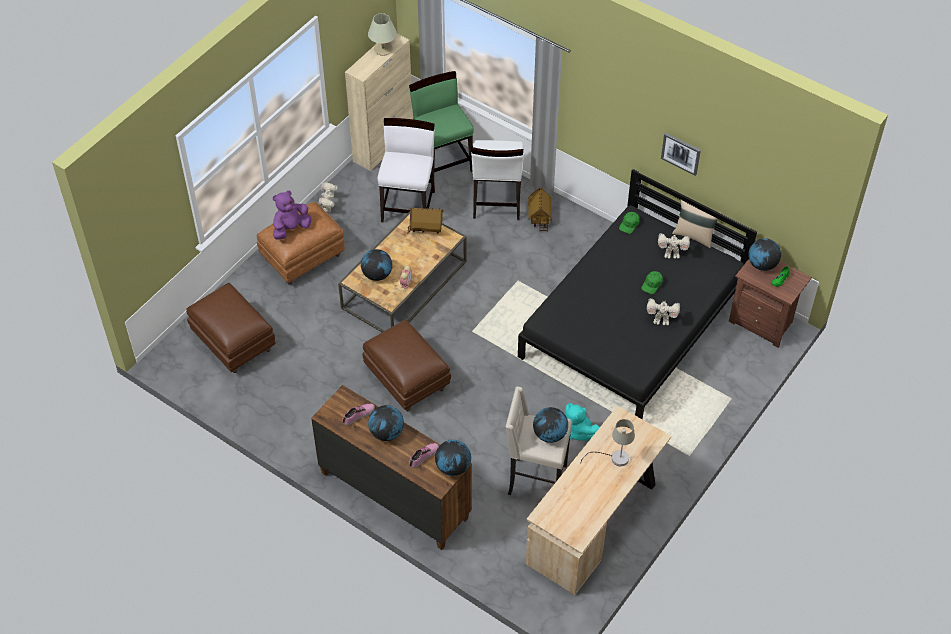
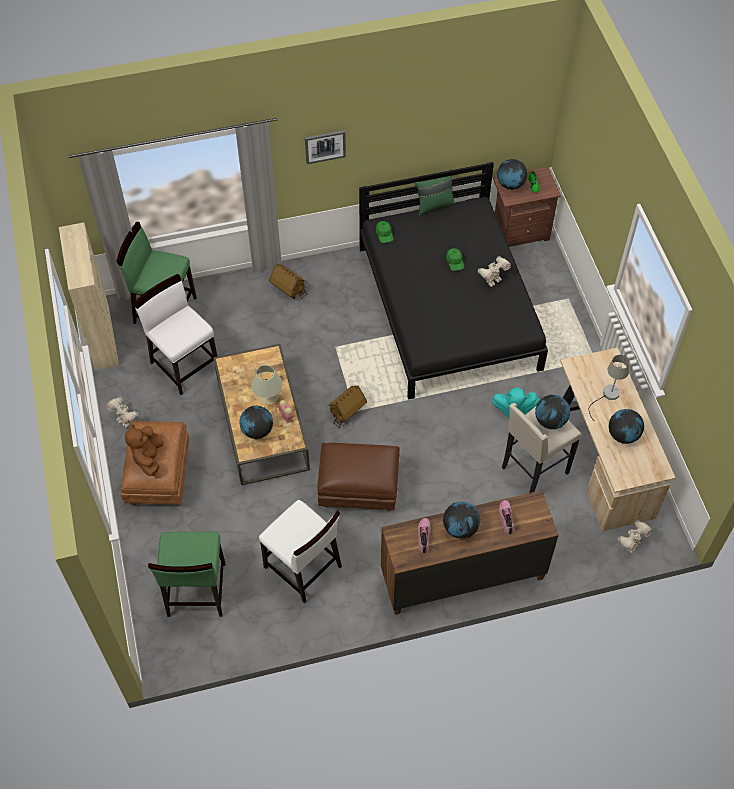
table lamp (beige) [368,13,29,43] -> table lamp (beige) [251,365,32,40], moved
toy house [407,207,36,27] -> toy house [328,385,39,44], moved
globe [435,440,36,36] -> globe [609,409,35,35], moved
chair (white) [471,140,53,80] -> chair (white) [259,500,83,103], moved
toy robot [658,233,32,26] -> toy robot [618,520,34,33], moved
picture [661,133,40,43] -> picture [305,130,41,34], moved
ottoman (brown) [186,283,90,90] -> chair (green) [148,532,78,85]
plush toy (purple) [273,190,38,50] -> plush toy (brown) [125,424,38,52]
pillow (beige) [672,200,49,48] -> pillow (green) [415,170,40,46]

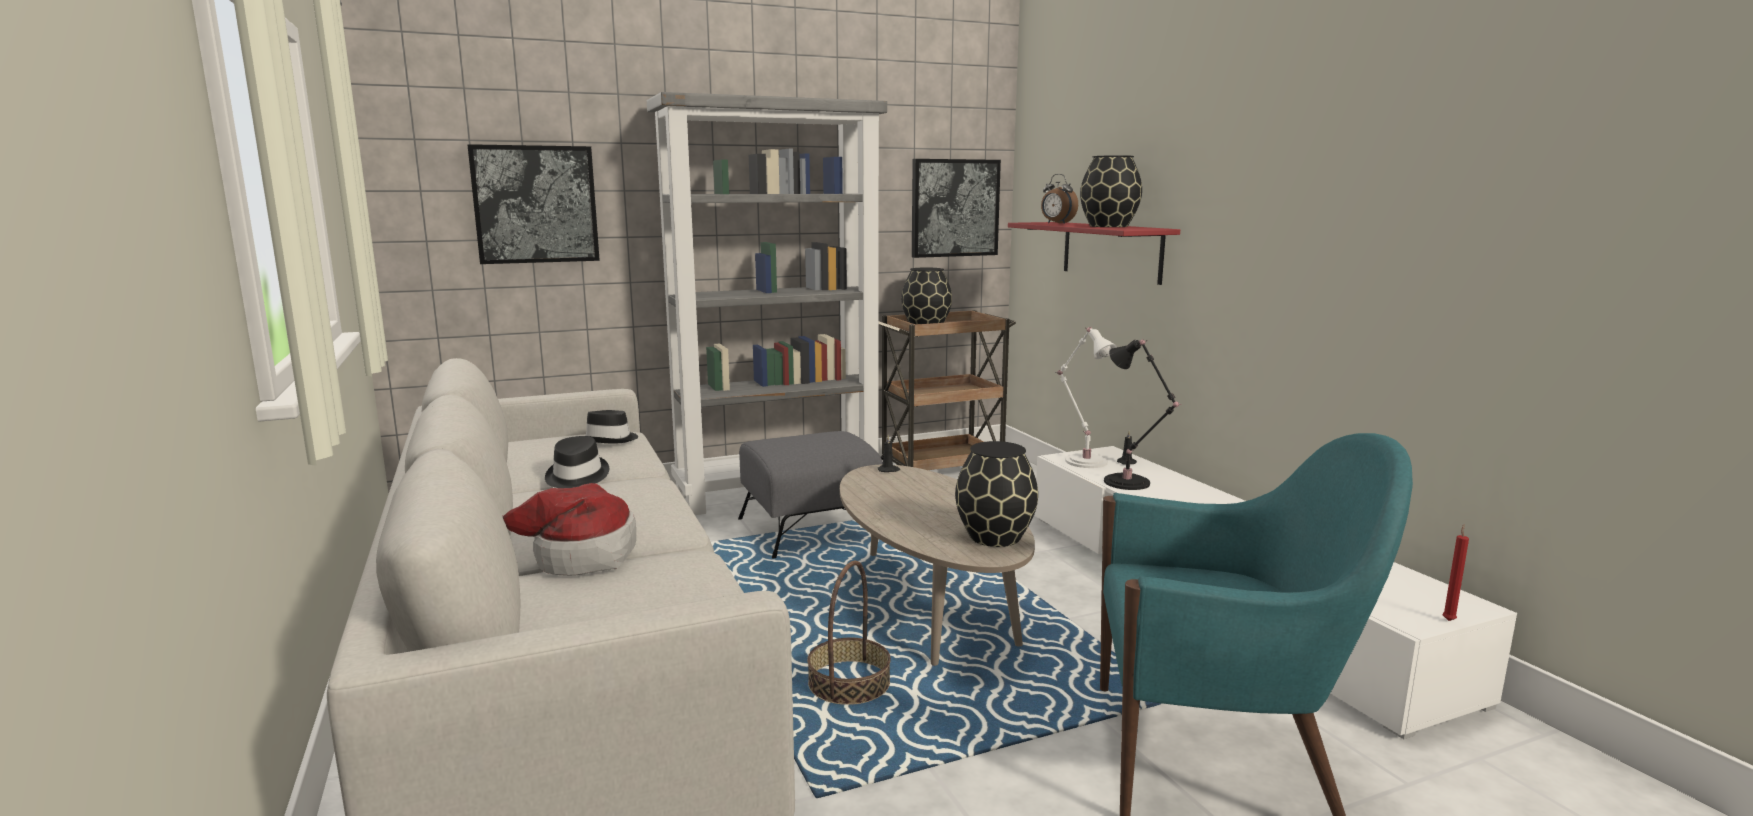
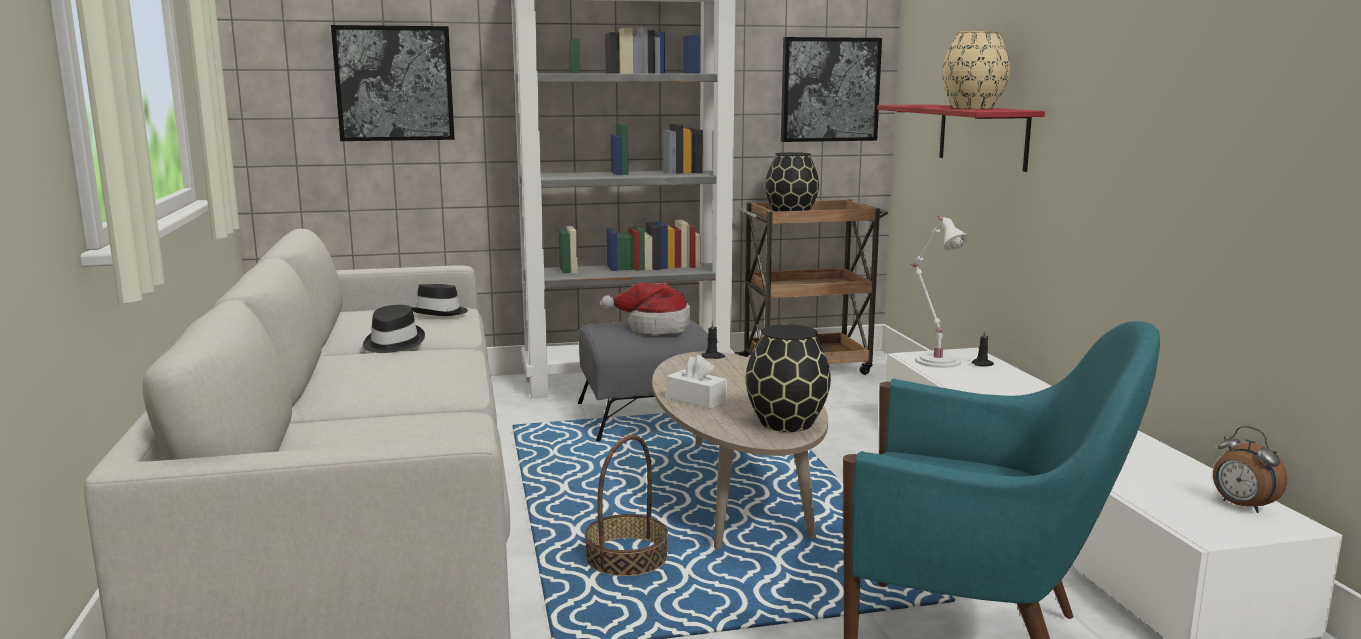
table lamp (black) [1104,340,78,150] -> none
candle (red) [1442,524,27,97] -> none
none -> tissue box (white) [667,355,60,54]
hat [501,483,135,93] -> hat [601,283,89,52], moved
alarm clock [1041,174,37,50] -> alarm clock [1213,426,74,87], moved
vase (black) [1080,155,62,72] -> vase (beige) [942,31,68,78]

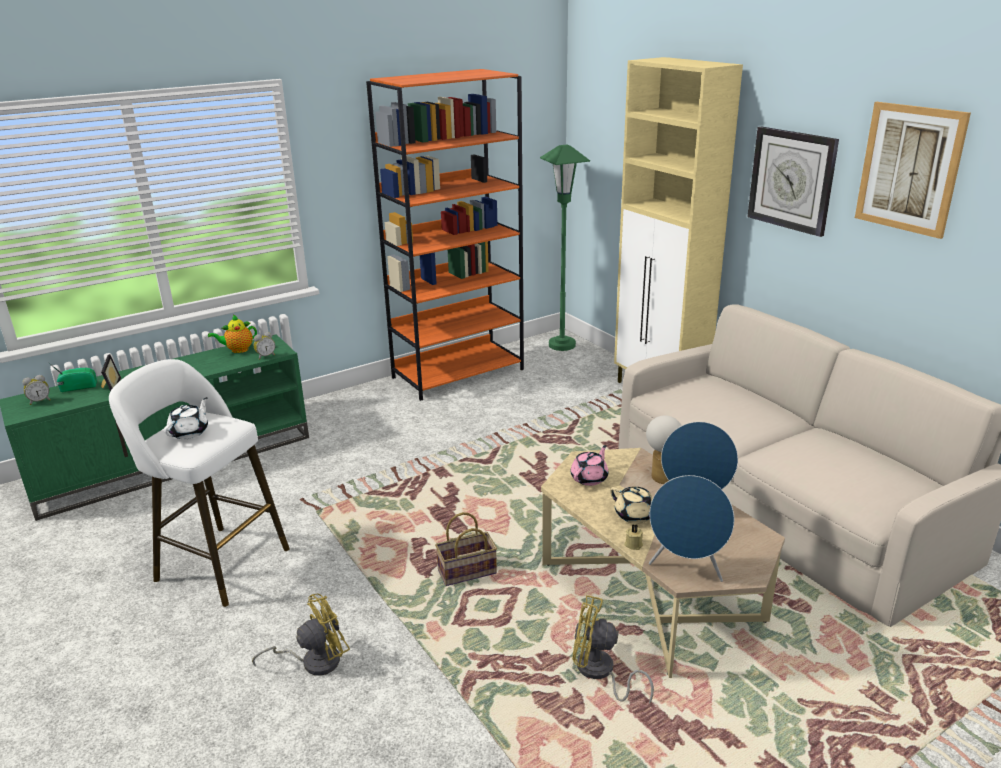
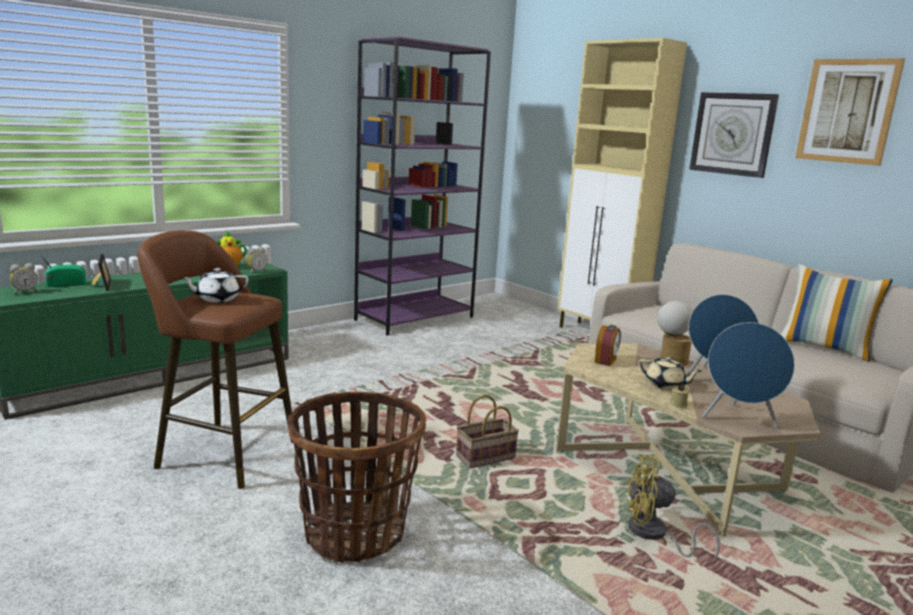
floor lamp (green) [540,145,50,206] -> none
none -> pillow [781,264,112,98]
fan (yellow) [252,594,98,82] -> basket [288,391,138,172]
teapot (pink) [570,445,38,41] -> alarm clock [595,325,26,41]
stool (white) [109,359,181,248] -> stool (brown) [137,230,156,259]
bookcase (orange) [366,69,158,332] -> bookcase (purple) [354,37,137,298]
teapot (white) [164,397,44,42] -> teapot (white) [180,268,69,34], 135 degrees counterclockwise

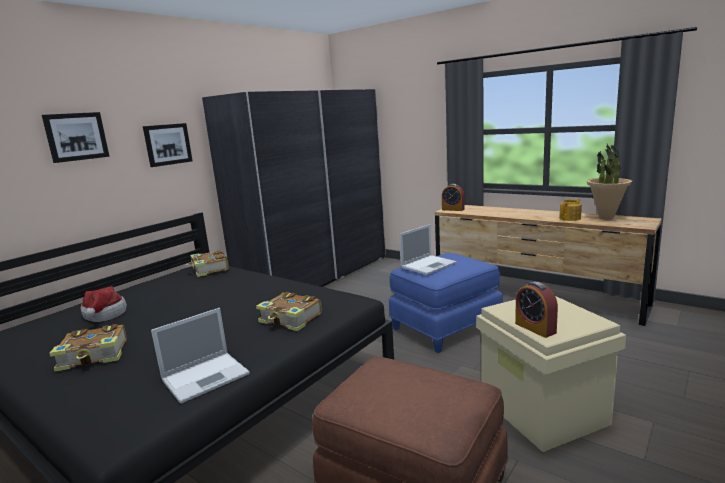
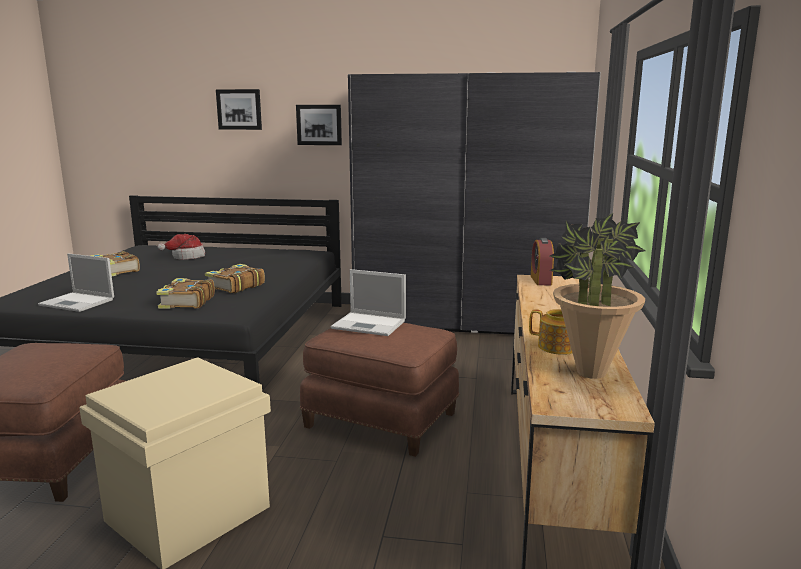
alarm clock [515,282,43,56] -> none
book [186,250,43,27] -> book [205,264,60,30], moved
ottoman (blue) [389,253,114,100] -> ottoman (brown) [300,323,159,134]

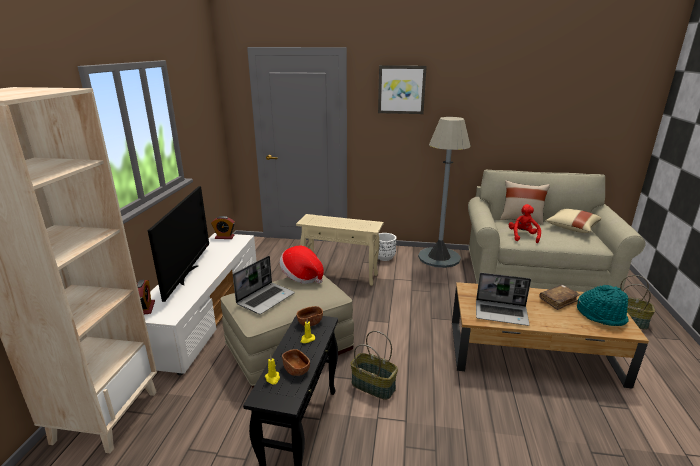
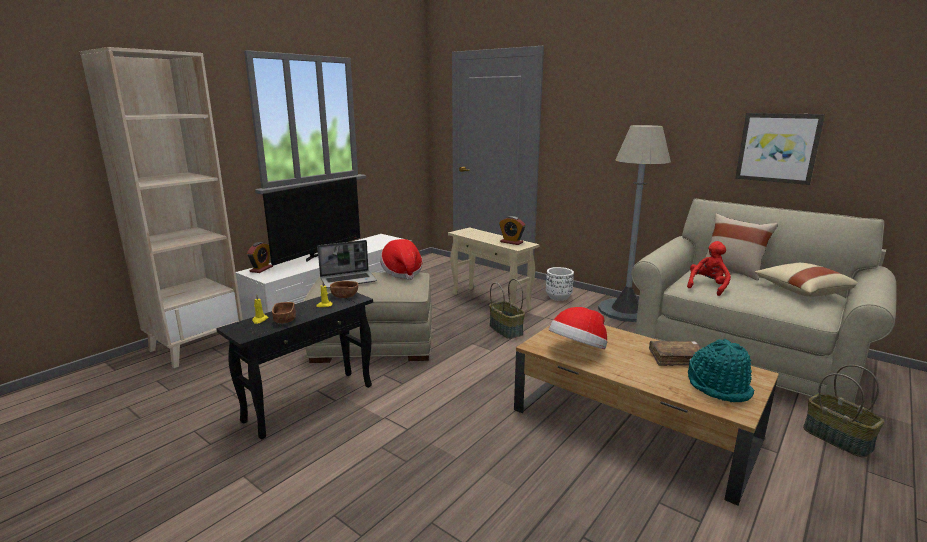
alarm clock [211,216,24,23] -> alarm clock [499,216,27,29], moved
basket [350,331,48,69] -> basket [489,279,36,60], moved
picture [378,65,49,49] -> picture [735,113,90,72], moved
laptop [476,273,55,53] -> hat [549,307,58,42]

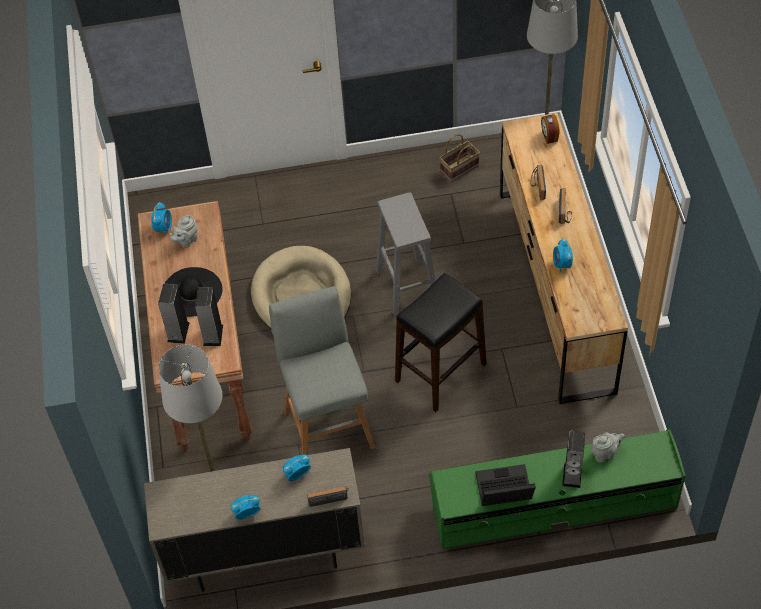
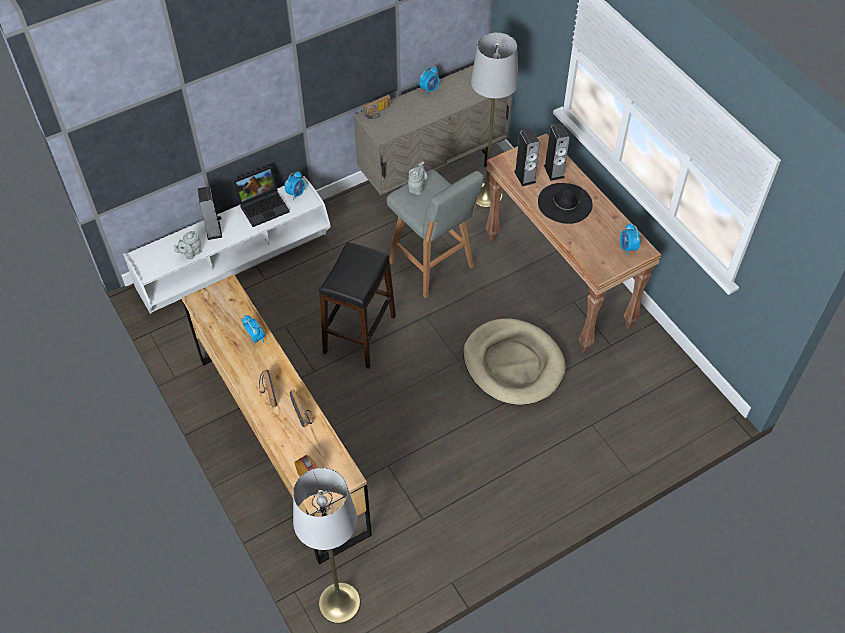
stool (grey) [376,192,59,124] -> none
basket [439,134,41,48] -> none
teapot (grey) [169,215,28,33] -> teapot (grey) [408,162,20,33], moved
alarm clock [282,454,29,27] -> alarm clock [285,171,20,29], moved
tv stand (green) [429,429,257,120] -> tv stand (white) [123,176,207,138]

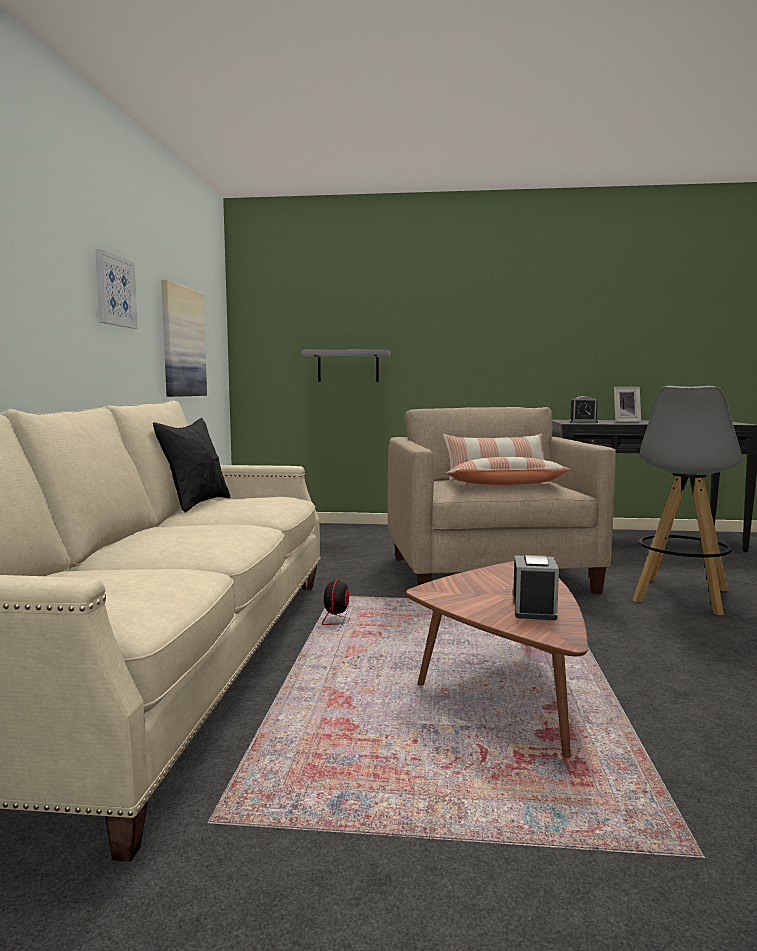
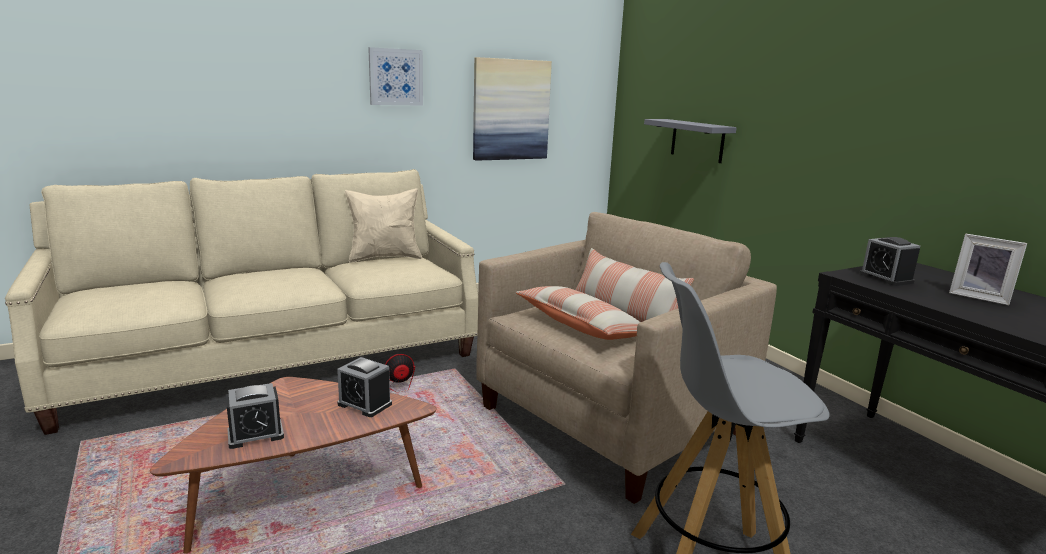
none -> alarm clock [337,357,55,60]
pillow (black) [153,418,77,95] -> pillow (beige) [345,188,77,75]

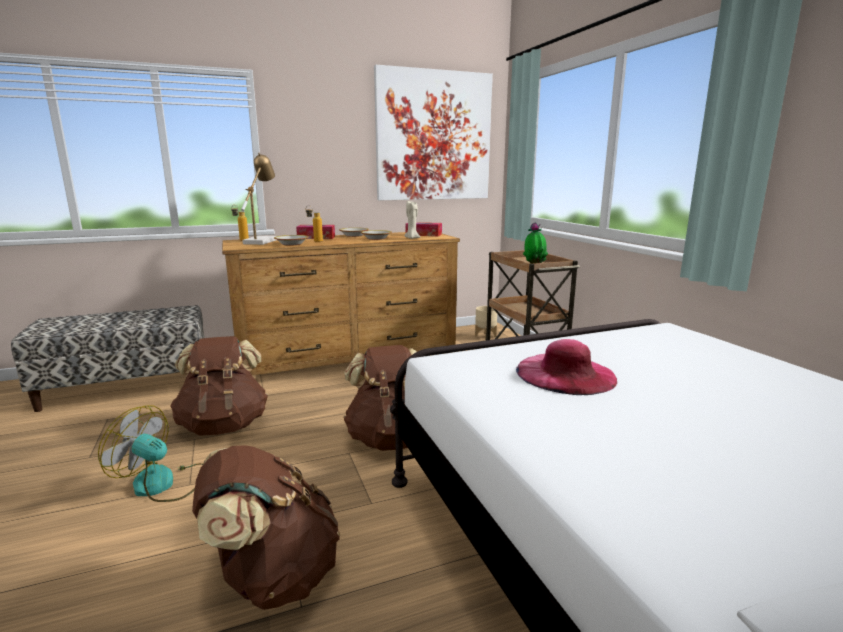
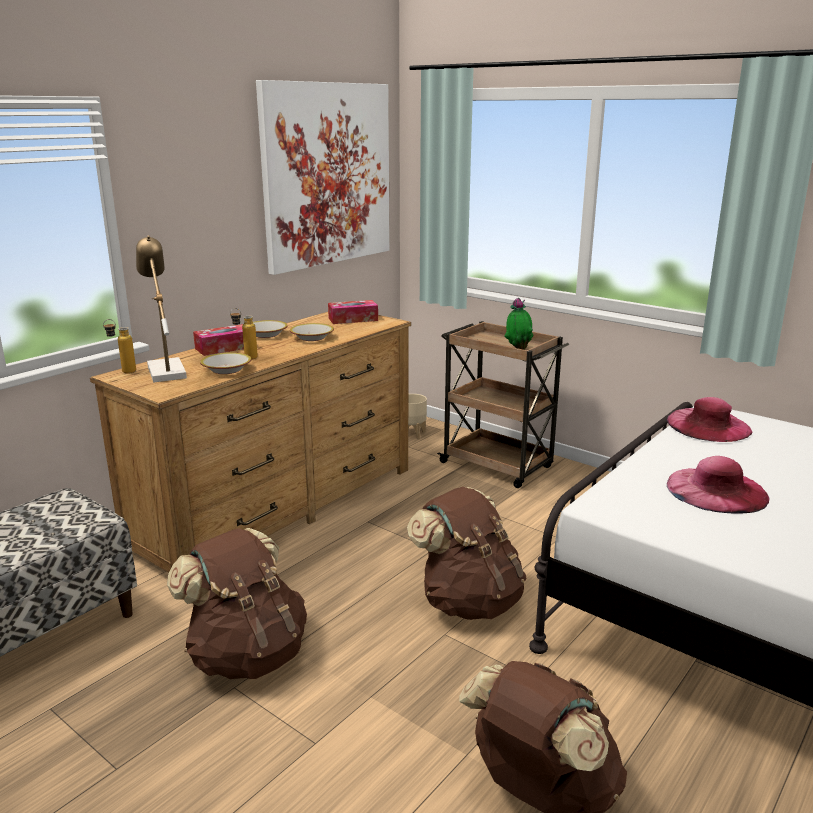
fan [98,405,105,97] -> none
candle (beige) [404,201,16,38] -> none
none -> hat (pink) [667,397,85,45]

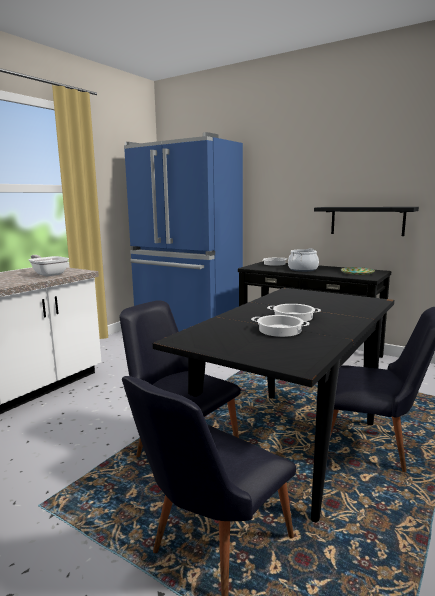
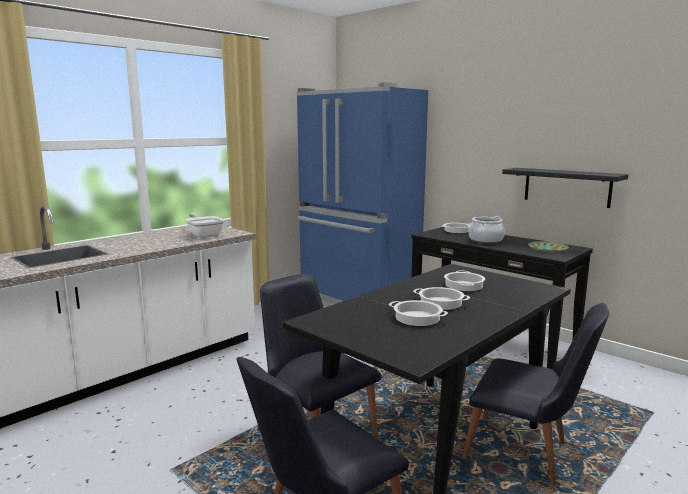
none -> cooking pot [444,271,41,20]

